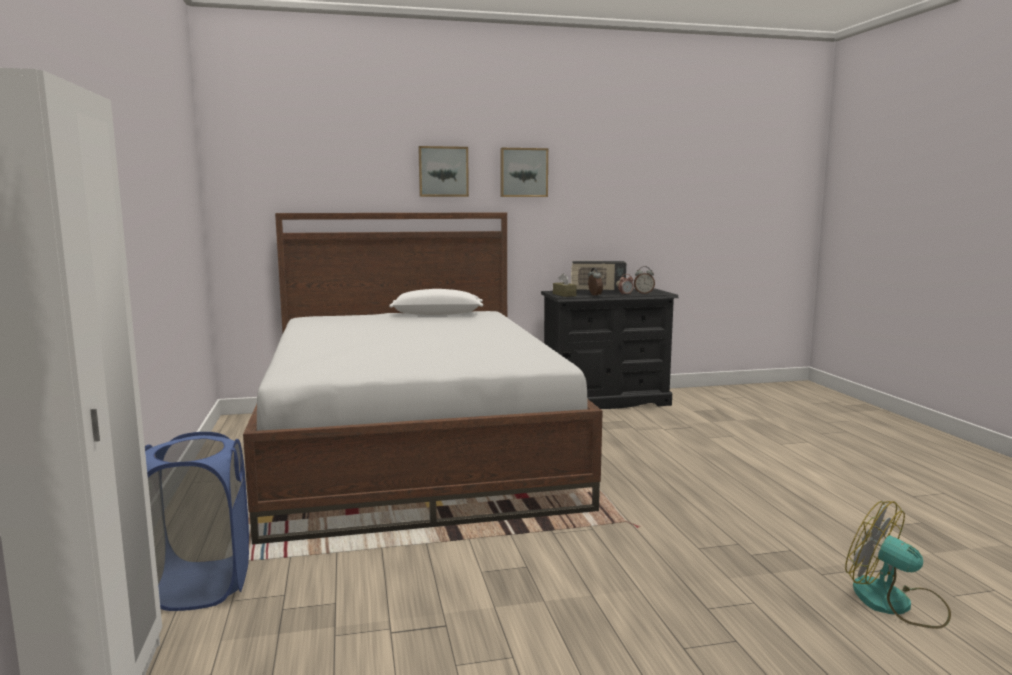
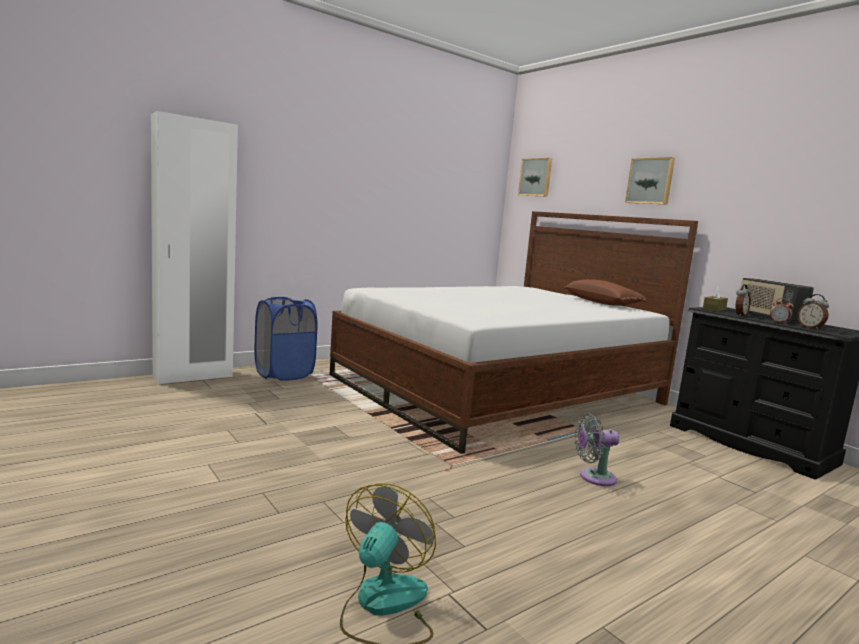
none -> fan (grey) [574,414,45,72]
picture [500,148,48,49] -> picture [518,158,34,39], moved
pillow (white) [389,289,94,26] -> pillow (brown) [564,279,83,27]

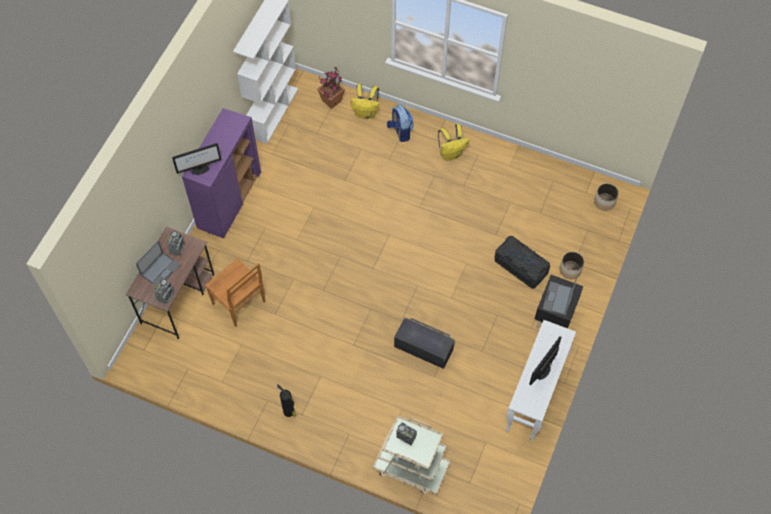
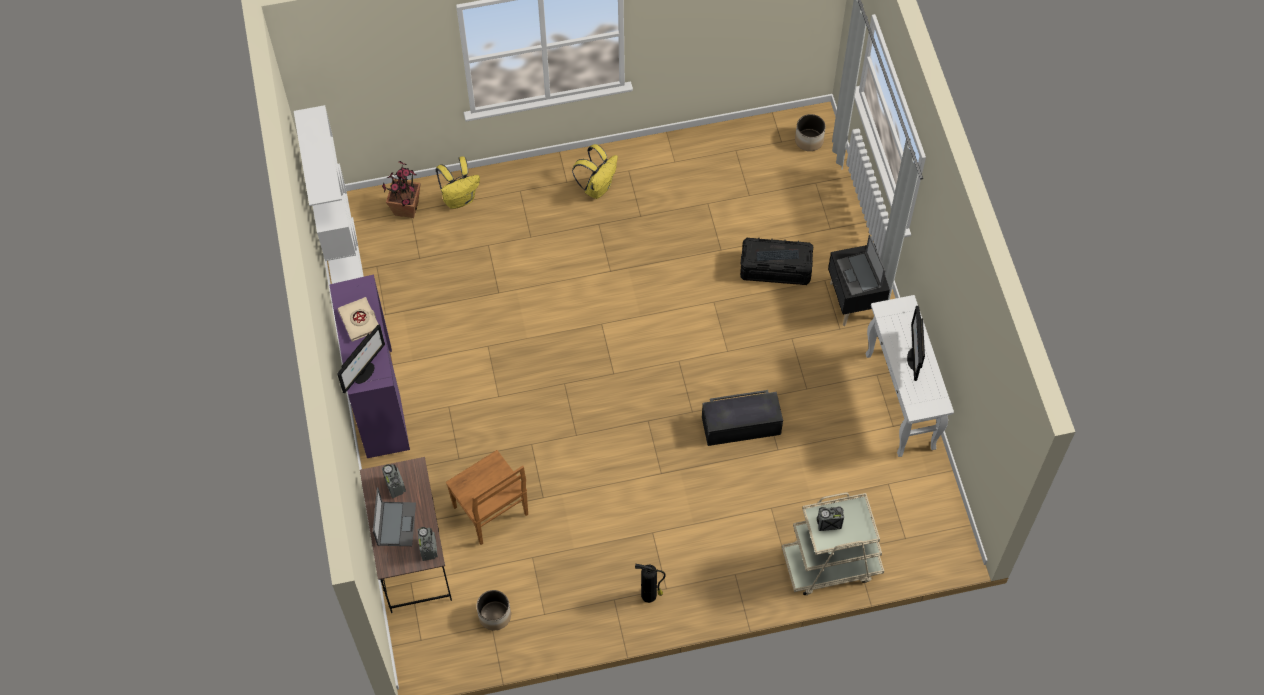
backpack [387,105,27,37] -> none
none -> book (beige) [338,297,40,45]
planter [560,252,24,27] -> planter [477,590,34,40], moved
chair (brown) [205,258,61,69] -> chair (brown) [446,450,82,95], 45 degrees clockwise

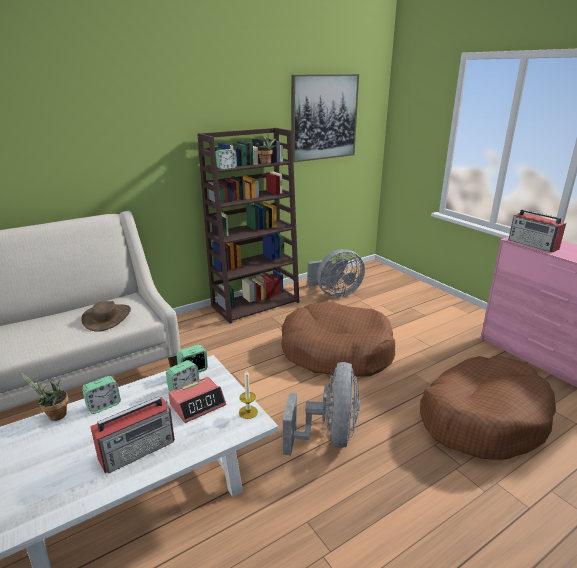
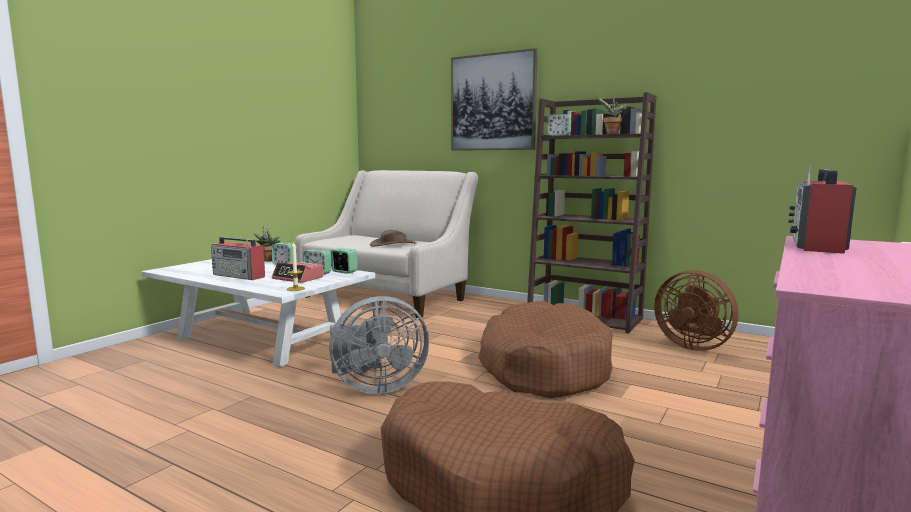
picture [291,74,68,88] -> picture [451,48,87,103], moved
fan (grey) [307,249,58,49] -> fan (brown) [654,270,85,81]

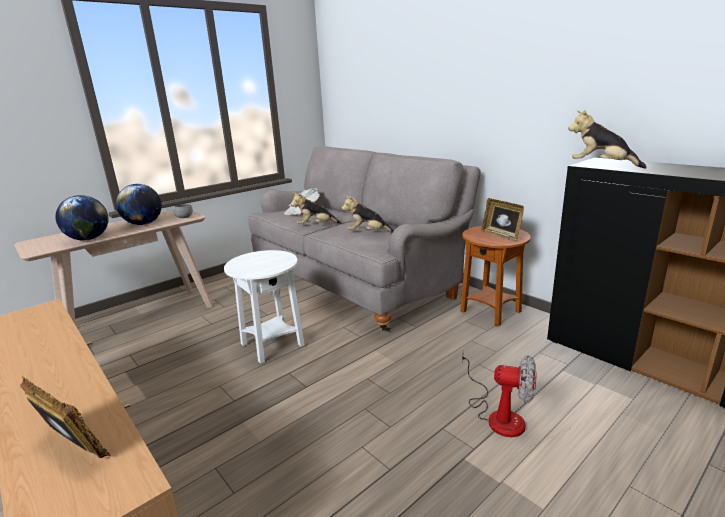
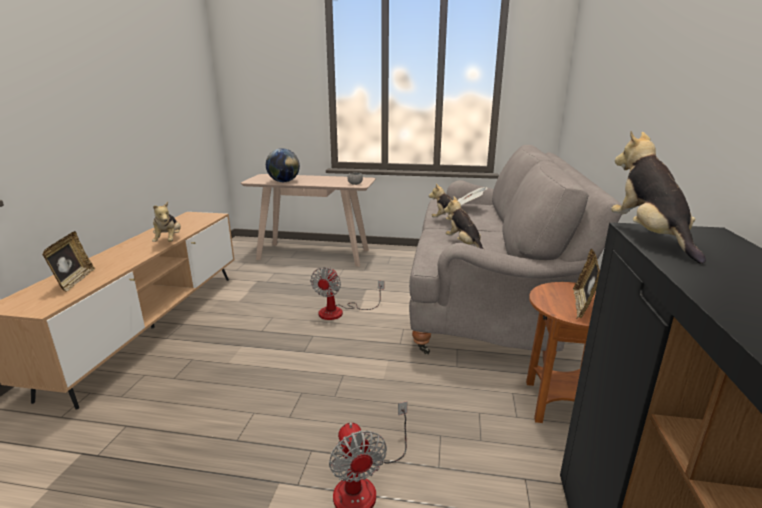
globe [116,184,46,41] -> none
none -> plush toy [152,202,29,40]
side table (white) [224,250,81,114] -> fan [310,267,74,53]

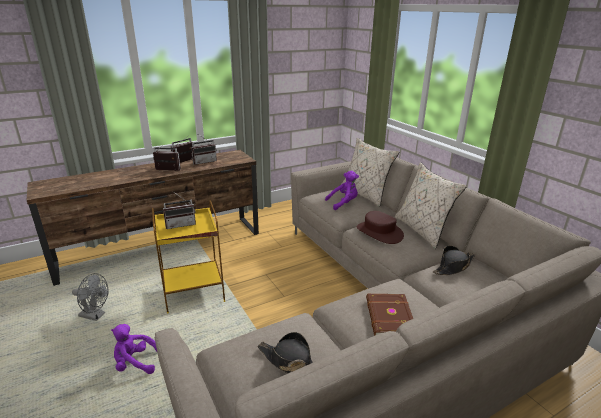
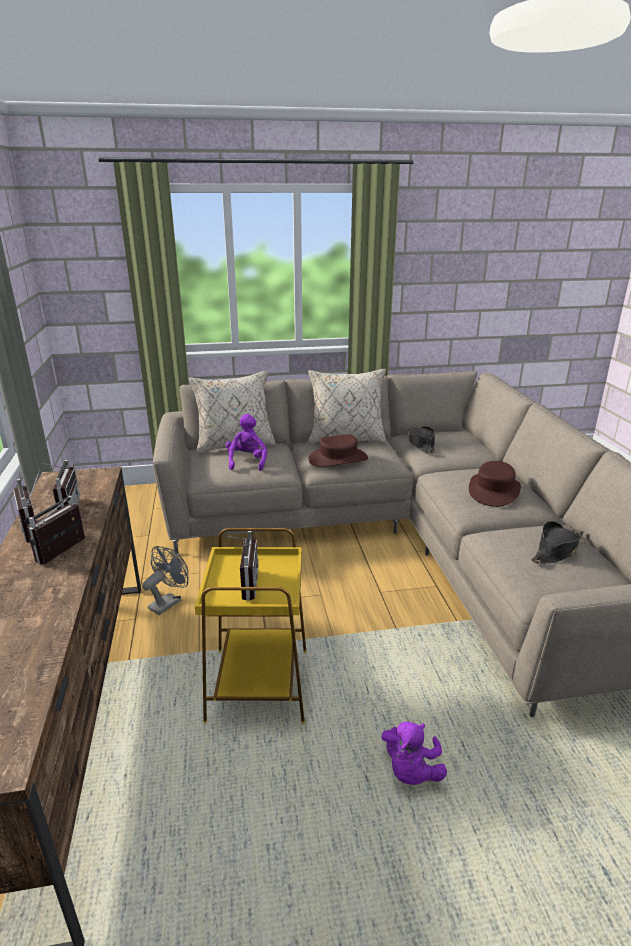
fan (grey) [72,273,36,48] -> fan (grey) [142,546,46,69], moved
book (brown) [366,294,47,42] -> hat (brown) [469,461,52,46]

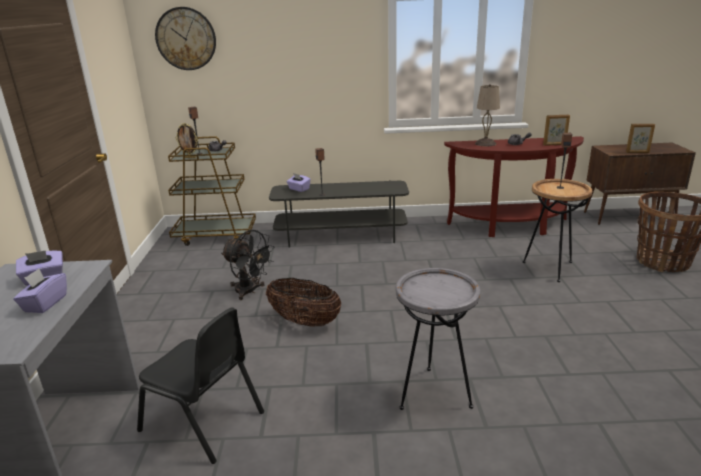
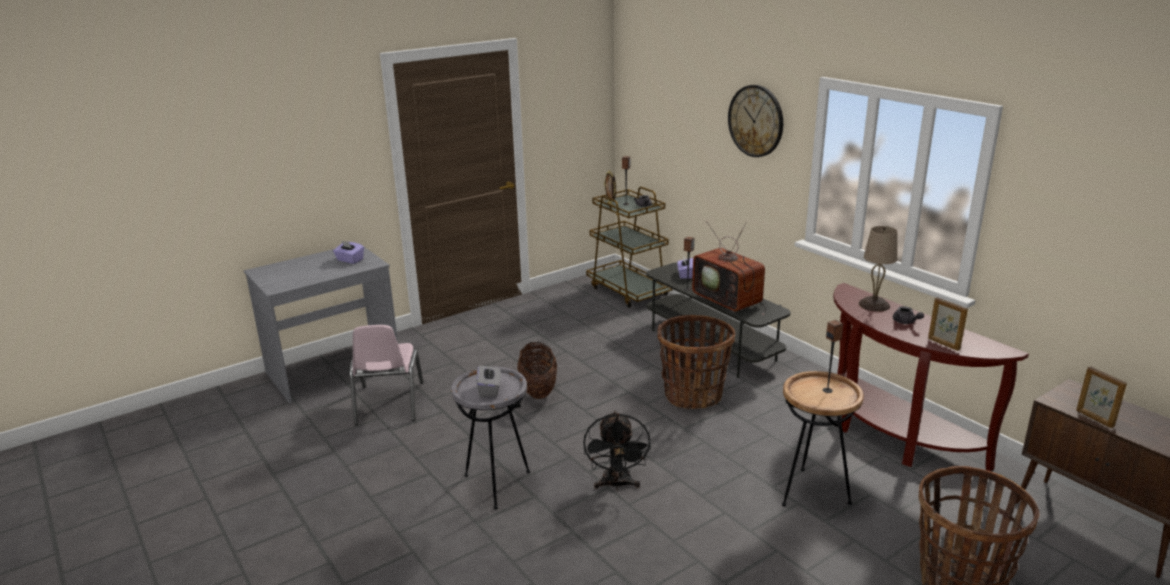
tissue box (purple) [13,269,54,44] -> none
none -> tissue box (grey) [476,365,25,32]
none -> basket [657,315,78,94]
none -> television [692,221,74,94]
wall clock [155,7,61,63] -> wall clock [728,85,55,72], moved
fan (black) [221,230,53,70] -> fan (black) [583,411,68,79], moved
chair (black) [137,307,127,157] -> chair (pink) [349,325,75,100]

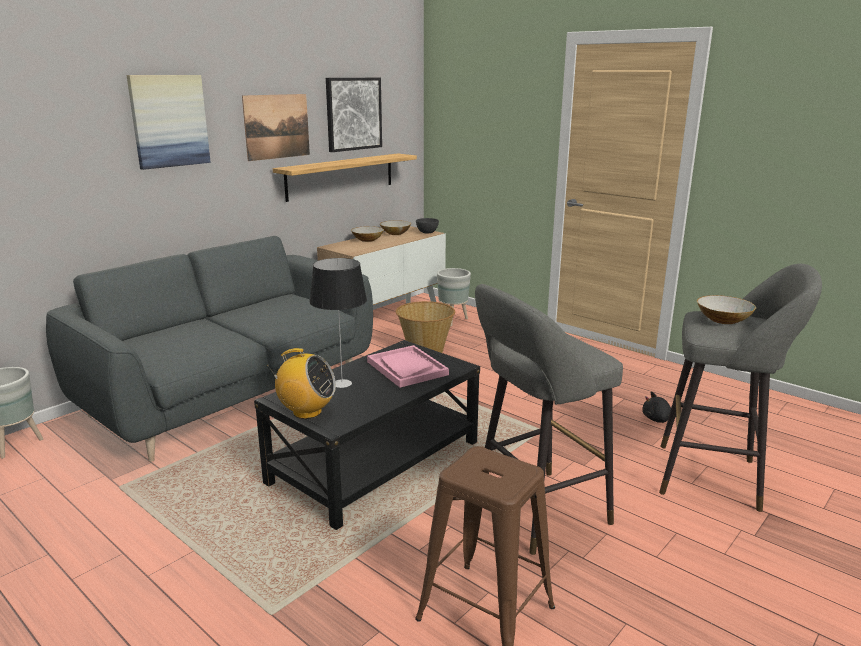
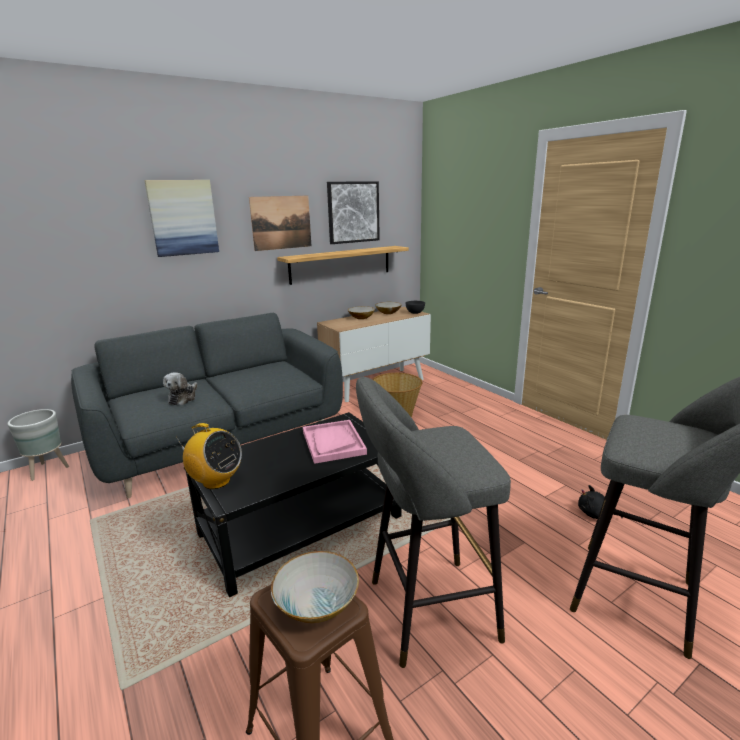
table lamp [310,258,57,130] -> none
planter (grey) [437,268,34,58] -> none
none -> plush toy [163,372,34,33]
bowl [697,295,59,29] -> bowl [271,551,88,72], moved

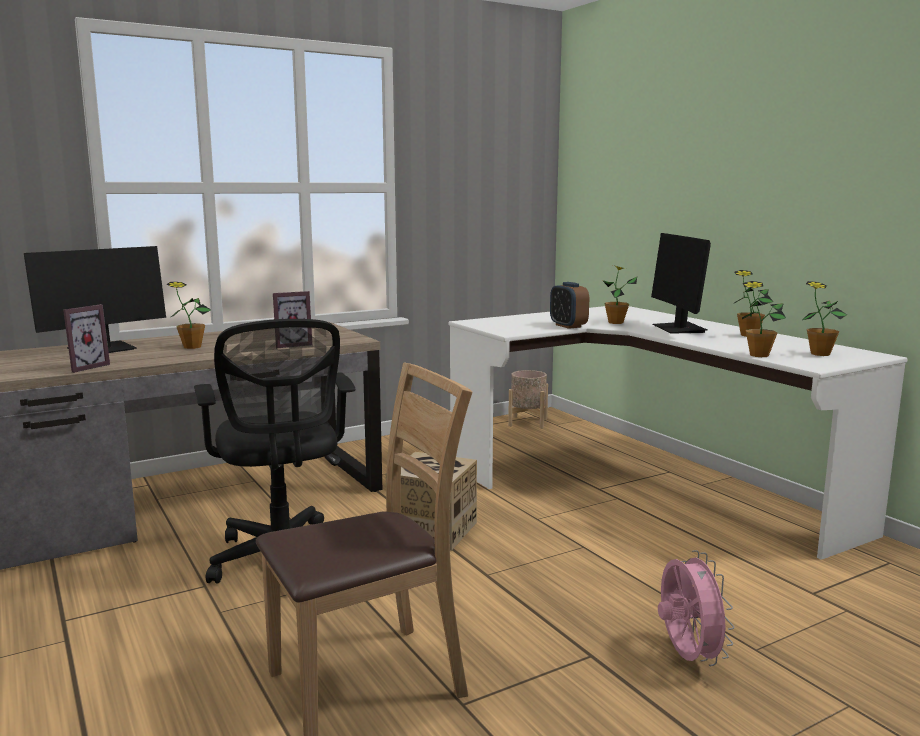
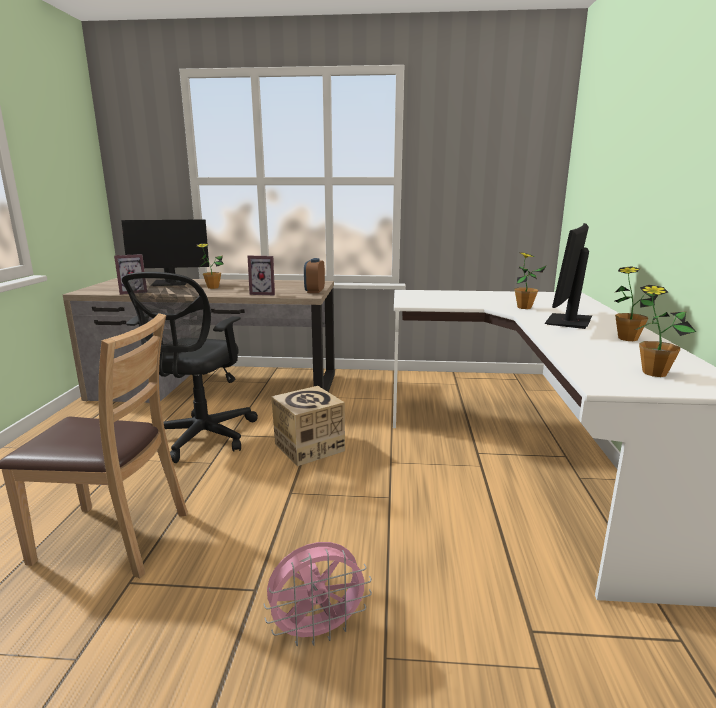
planter (beige) [508,370,40,59] -> none
potted plant [742,281,44,76] -> none
alarm clock [550,282,39,47] -> alarm clock [304,258,21,35], moved
fan (pink) [658,550,77,116] -> fan (pink) [264,542,108,104], 45 degrees clockwise

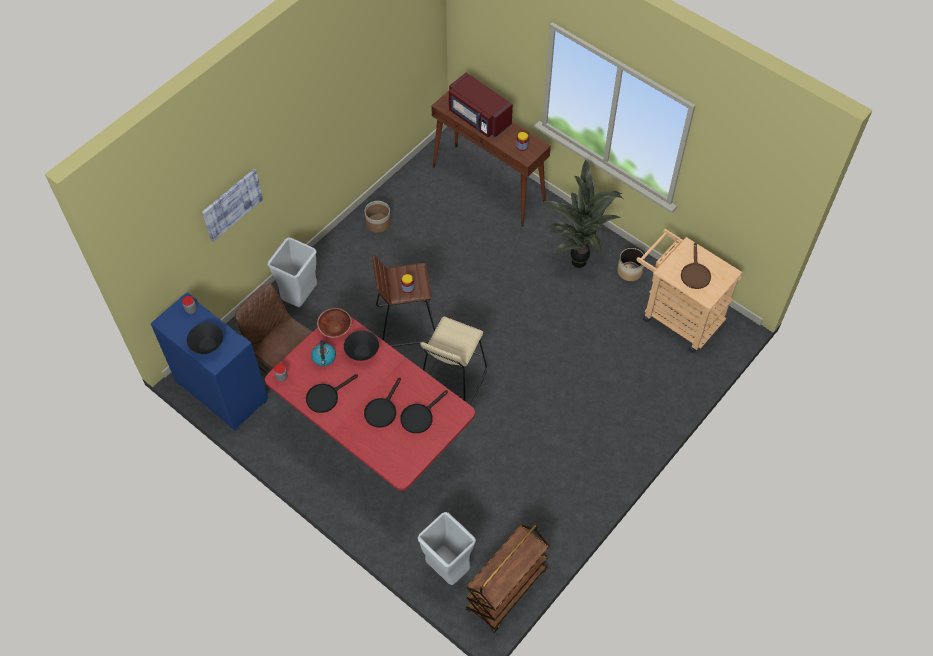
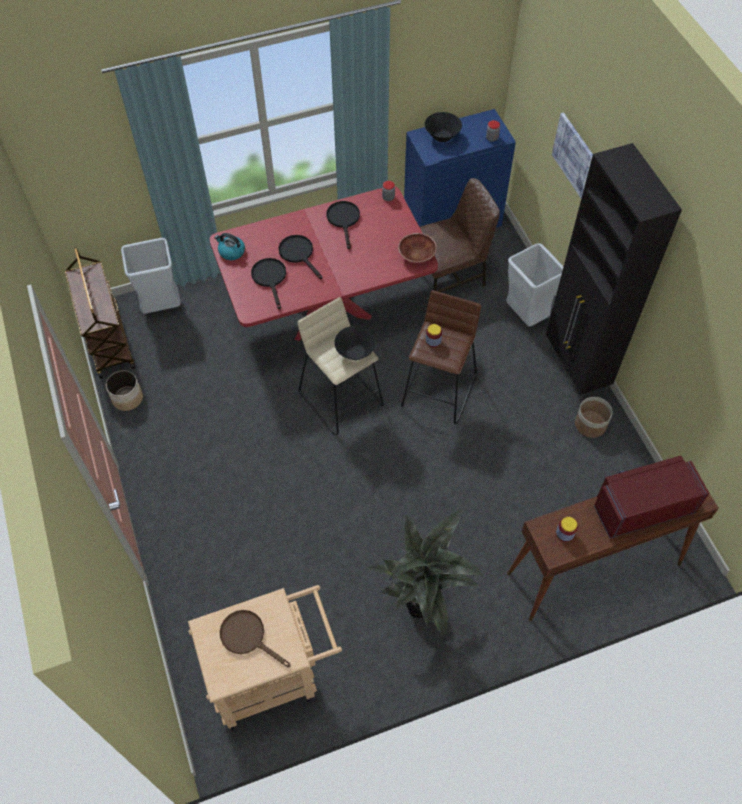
none -> cabinet (black) [546,143,136,259]
kettle [311,340,25,26] -> kettle [215,233,30,27], moved
bowl (black) [344,330,35,31] -> bowl (black) [334,326,42,34], moved
planter [617,248,28,33] -> planter [106,370,37,41], moved

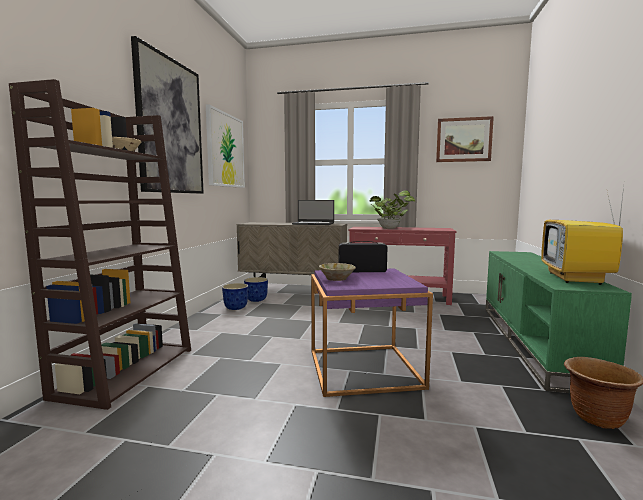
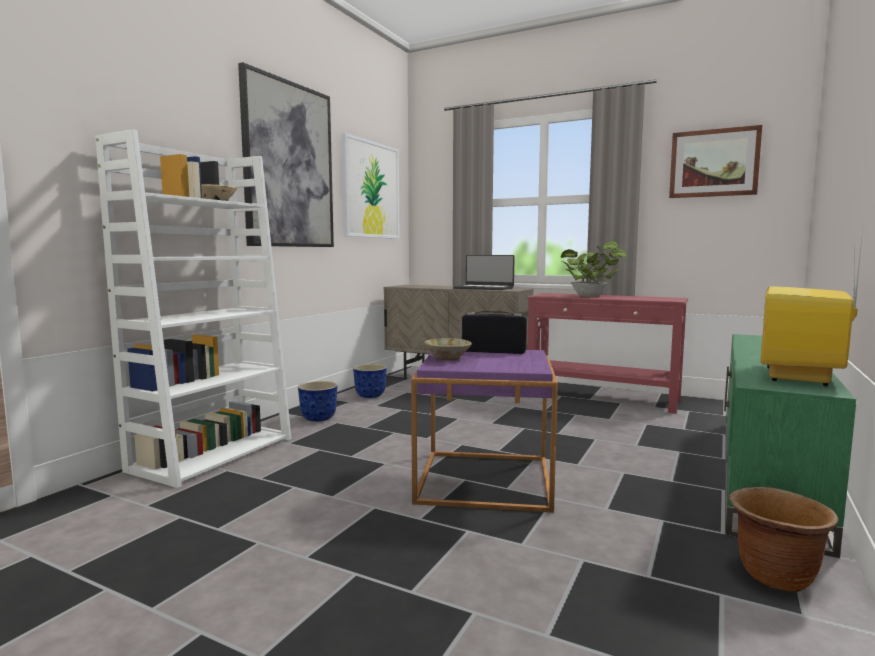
planter [244,277,24,25] -> planter [298,381,39,41], moved
bookcase (brown) [9,79,182,331] -> bookcase (white) [95,129,197,359]

